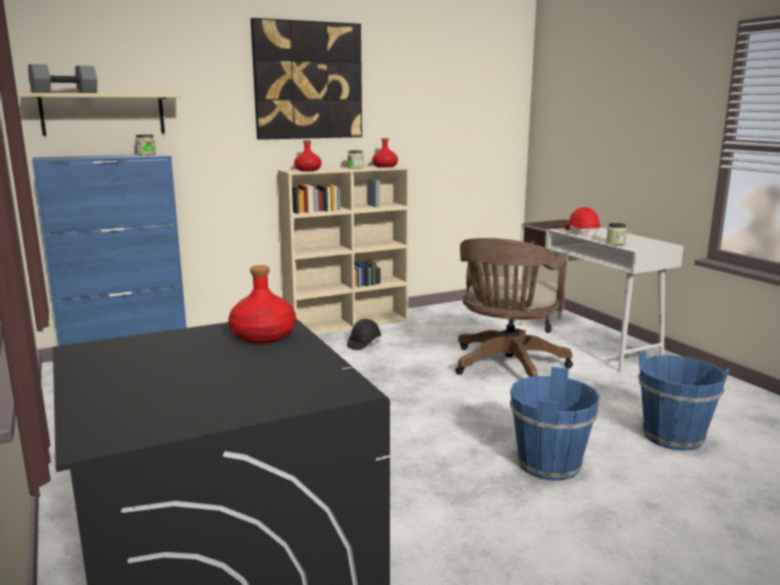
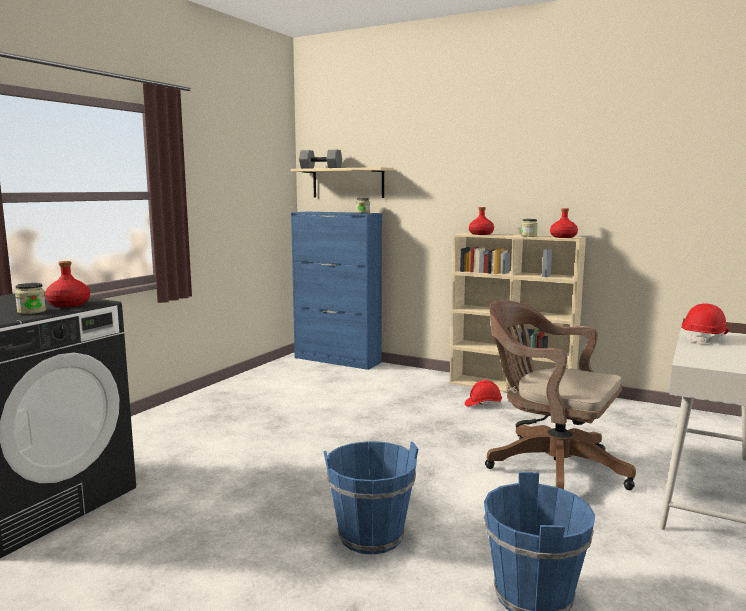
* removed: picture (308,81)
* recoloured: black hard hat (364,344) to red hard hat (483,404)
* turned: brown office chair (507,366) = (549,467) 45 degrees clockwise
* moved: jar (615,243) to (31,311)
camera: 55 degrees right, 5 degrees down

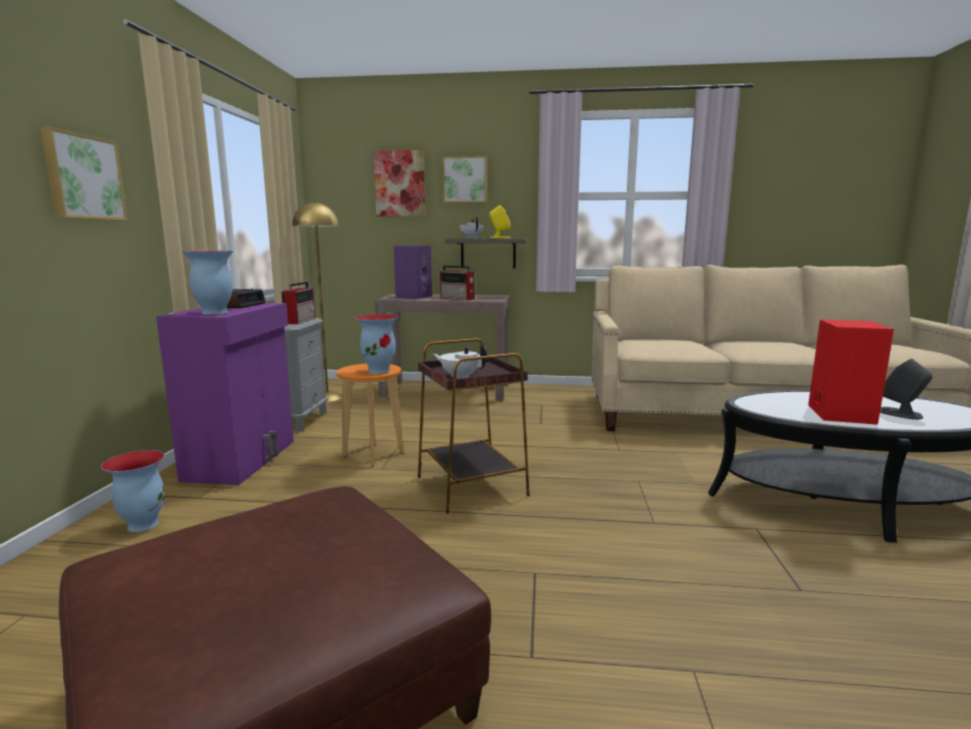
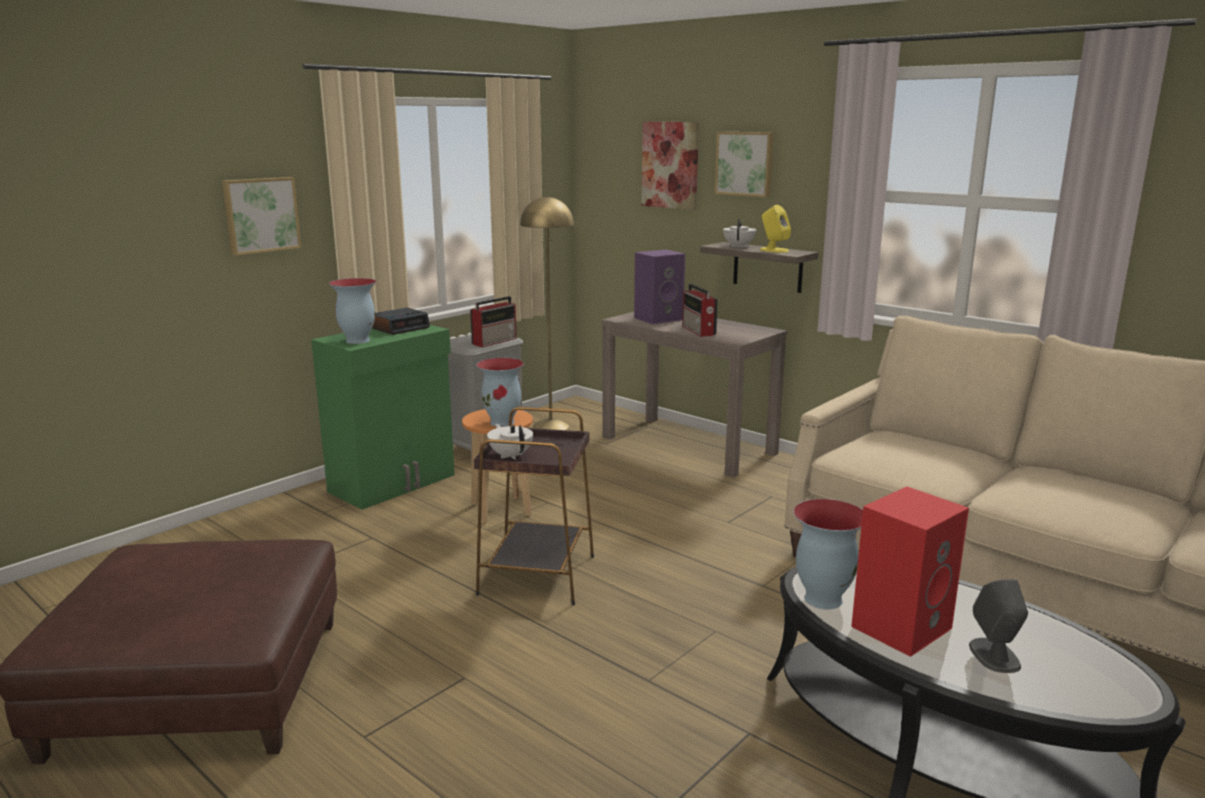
* moved: vase (142,524) to (822,598)
* recoloured: purple cabinet (243,459) to green cabinet (394,483)
camera: 35 degrees right, 5 degrees up

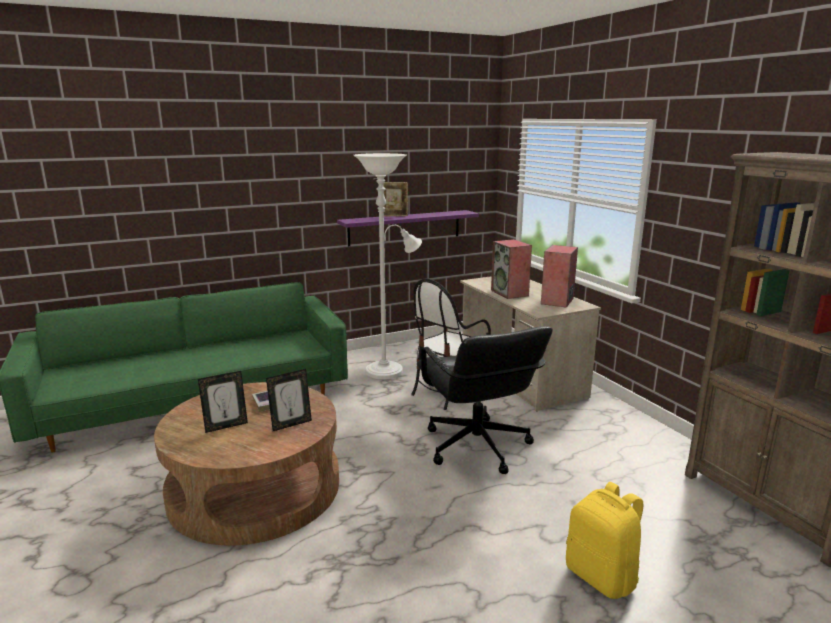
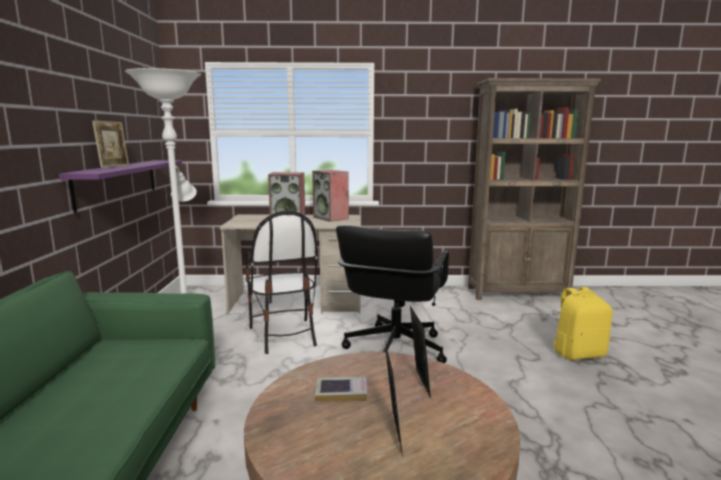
* turned: black office chair (476,447) = (394,349) 105 degrees clockwise
camera: 65 degrees left, 5 degrees down

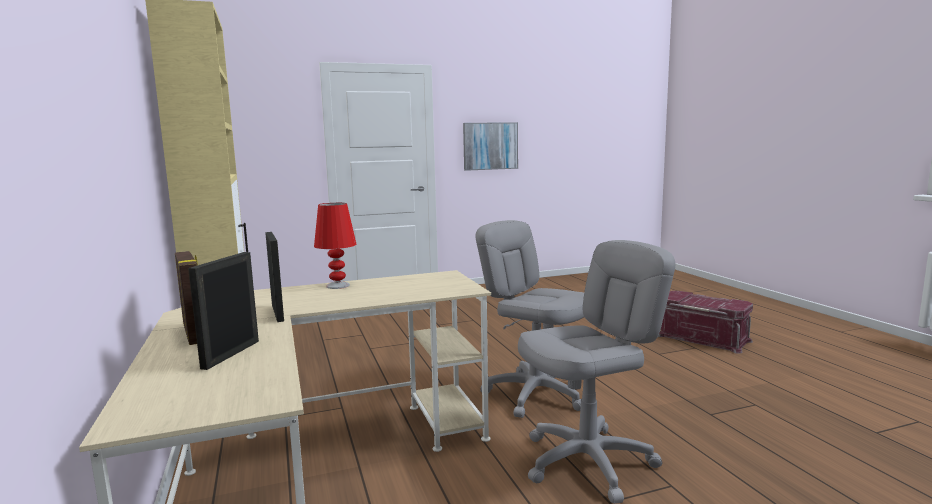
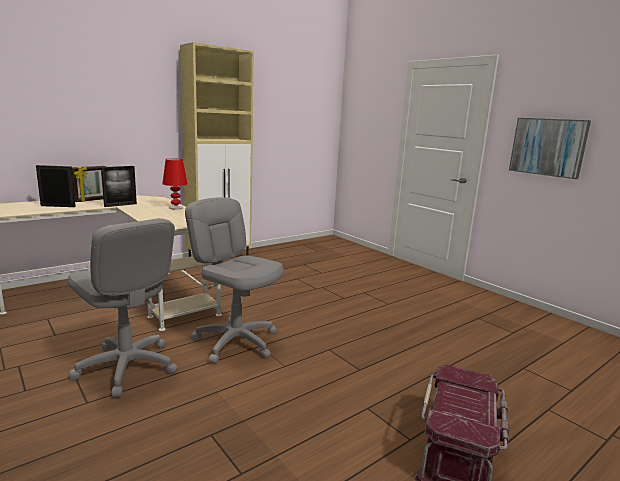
* turned: grey office chair (535,394) = (236,342) 75 degrees counterclockwise
camera: 70 degrees right, 5 degrees up

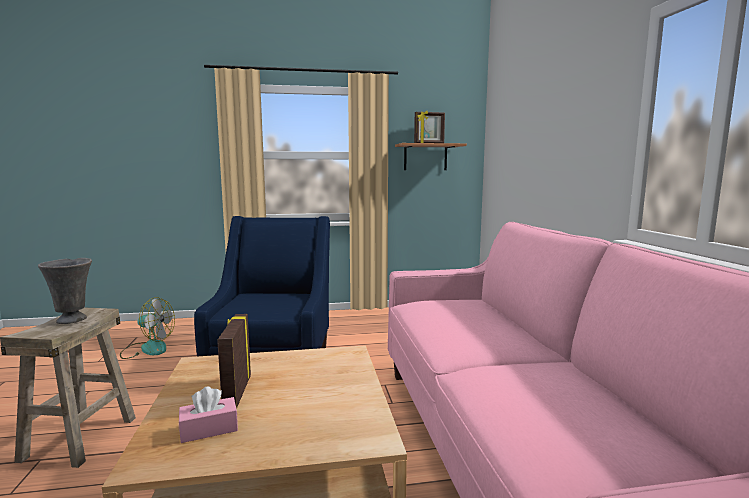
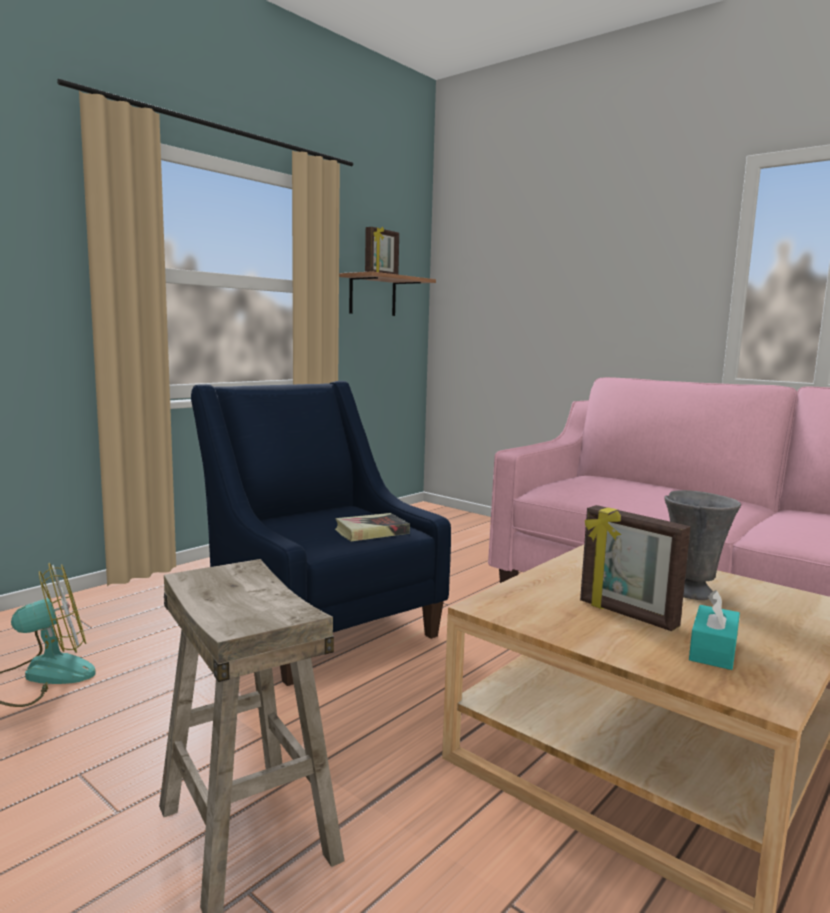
* moved: grey vase (73,320) to (691,592)
* recoloured: pink tissue box (209,429) to turquoise tissue box (713,650)
* added: book (371,532)
camera: 40 degrees left, 0 degrees up

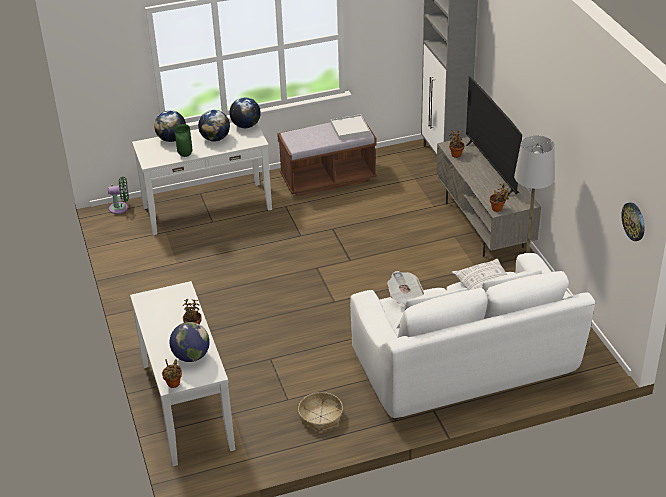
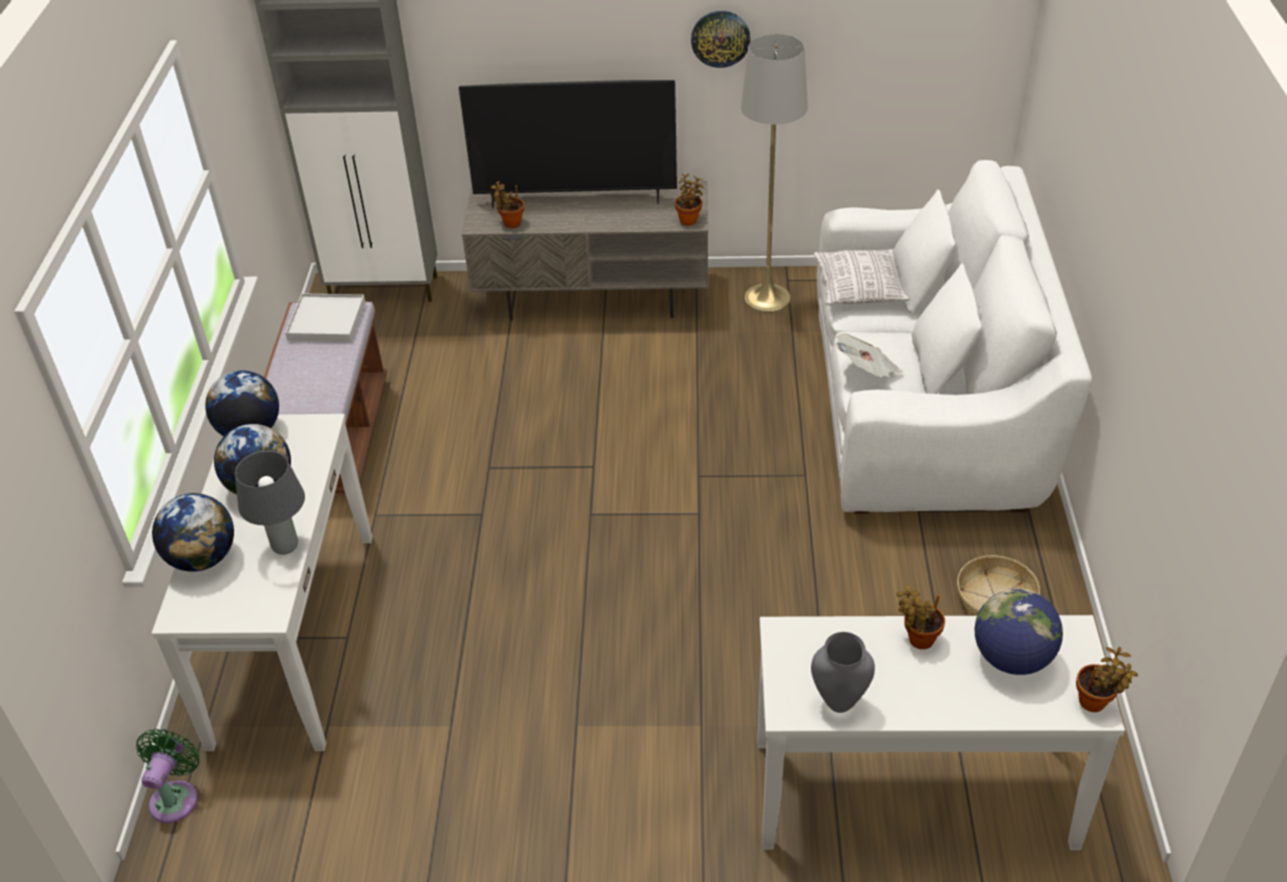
* replaced: green vase (184,155) to grey table lamp (284,547)
* moved: wall clock (634,221) to (720,38)
* added: grey vase (839,701)
camera: 70 degrees left, 5 degrees up

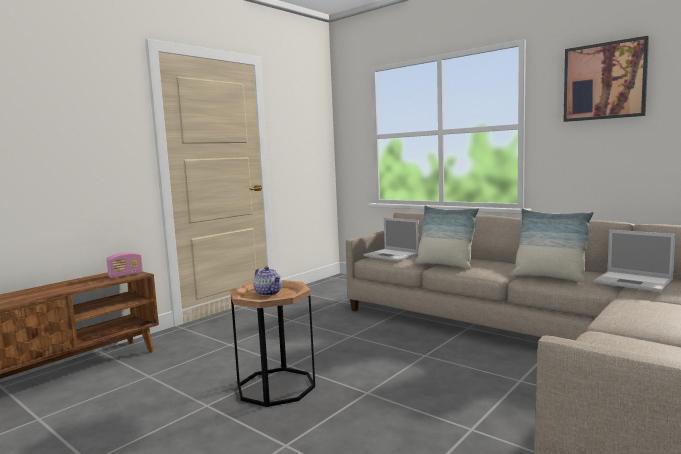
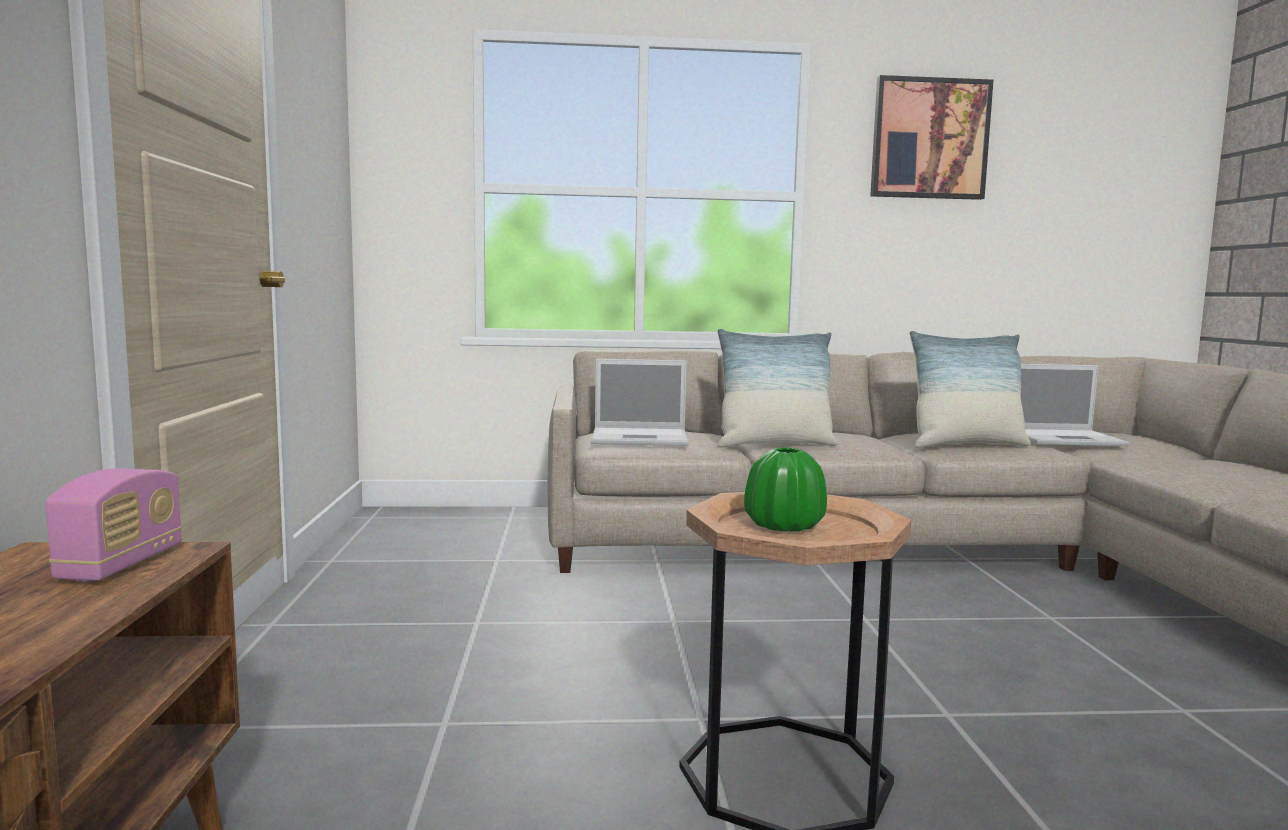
* replaced: teapot (269,293) to green vase (784,526)
camera: 45 degrees left, 0 degrees up

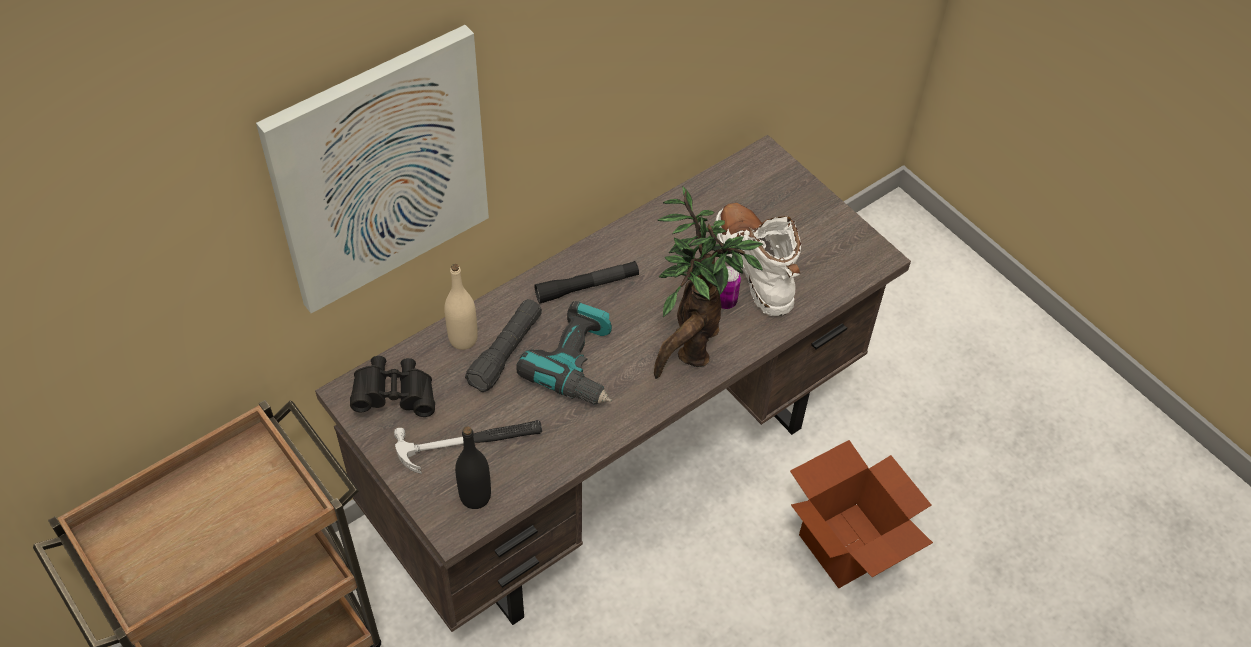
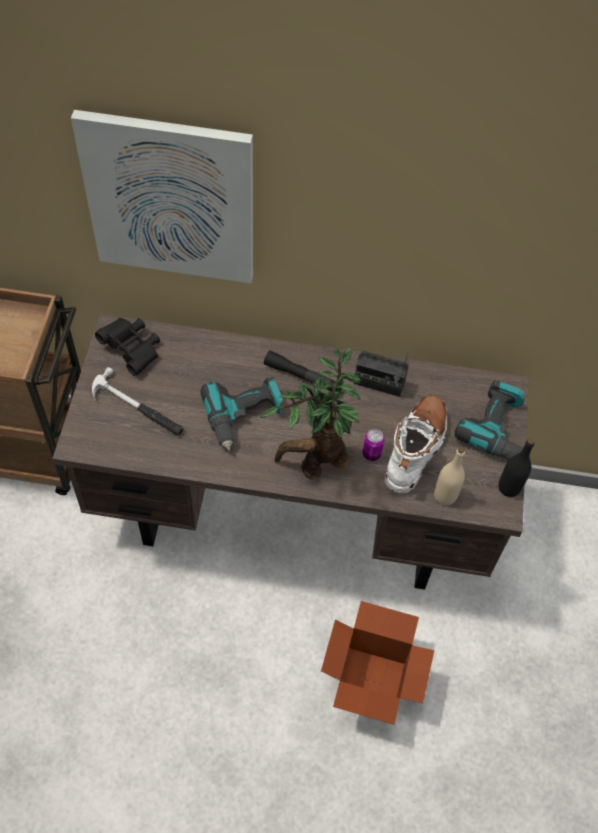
* moved: beige bottle (463,339) to (445,496)
* moved: black bottle (475,496) to (509,487)
* removed: black flashlight (506,352)
* added: radio (379,383)
* added: power drill (498,429)
camera: 45 degrees right, 5 degrees up

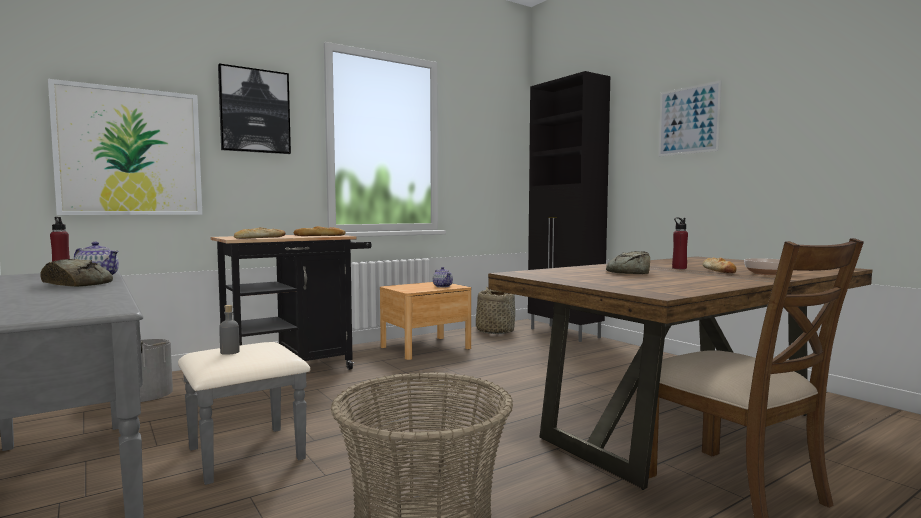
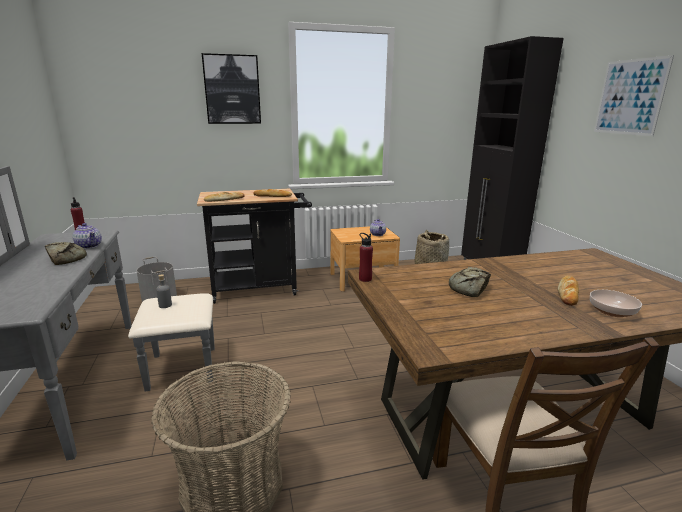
* removed: picture (130,152)
* moved: red bottle (679,268) to (365,279)
camera: 20 degrees right, 15 degrees up

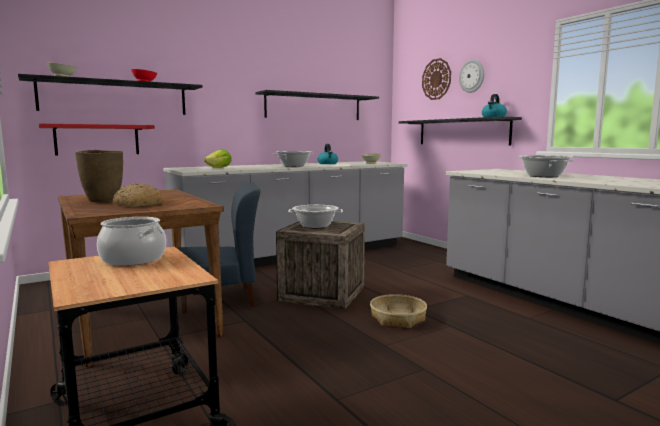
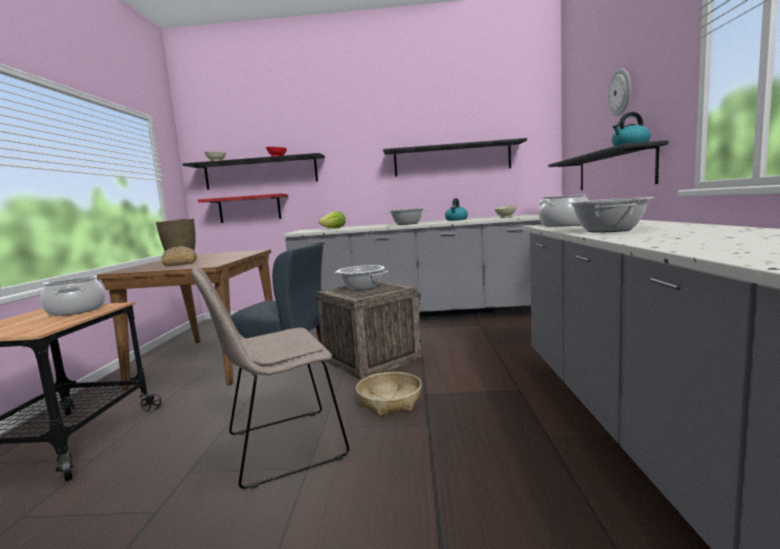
* removed: wall clock (436,79)
* added: beige chair (280,447)
* added: cooking pot (564,225)
camera: 35 degrees right, 0 degrees up

